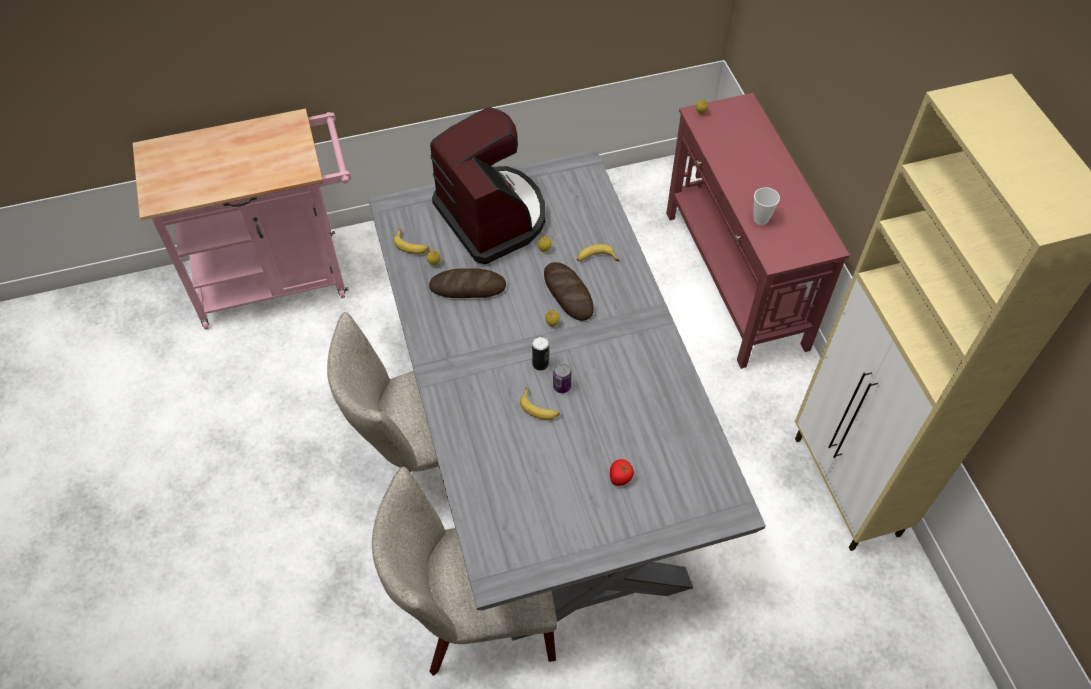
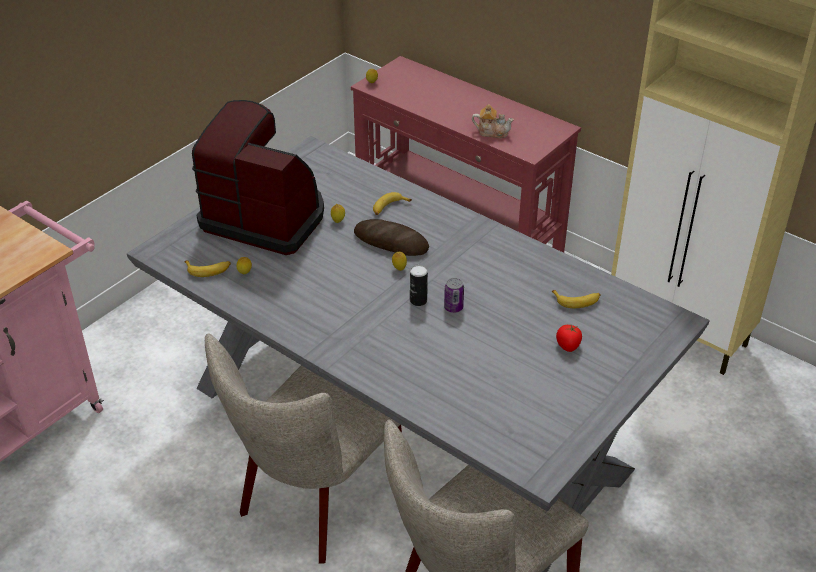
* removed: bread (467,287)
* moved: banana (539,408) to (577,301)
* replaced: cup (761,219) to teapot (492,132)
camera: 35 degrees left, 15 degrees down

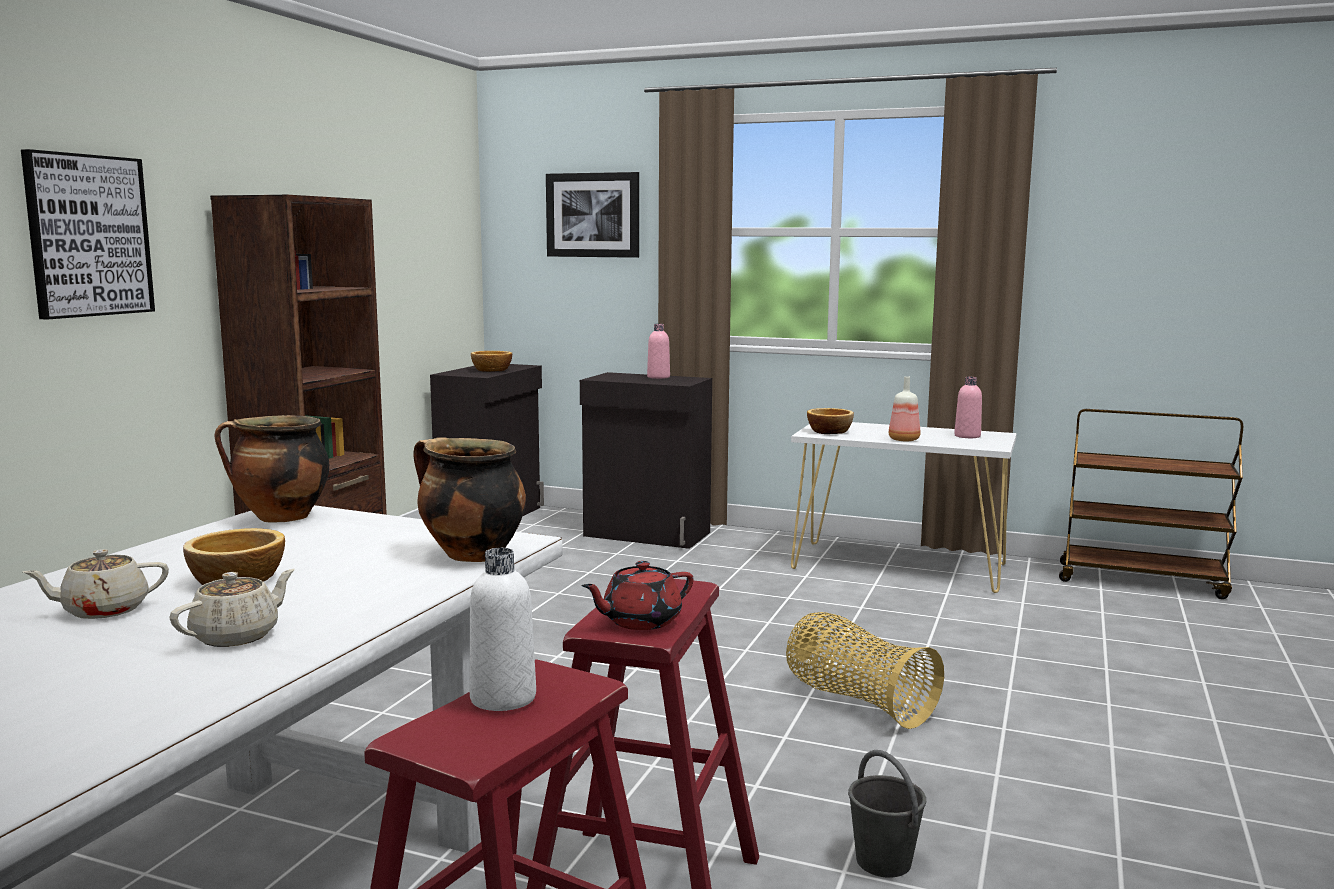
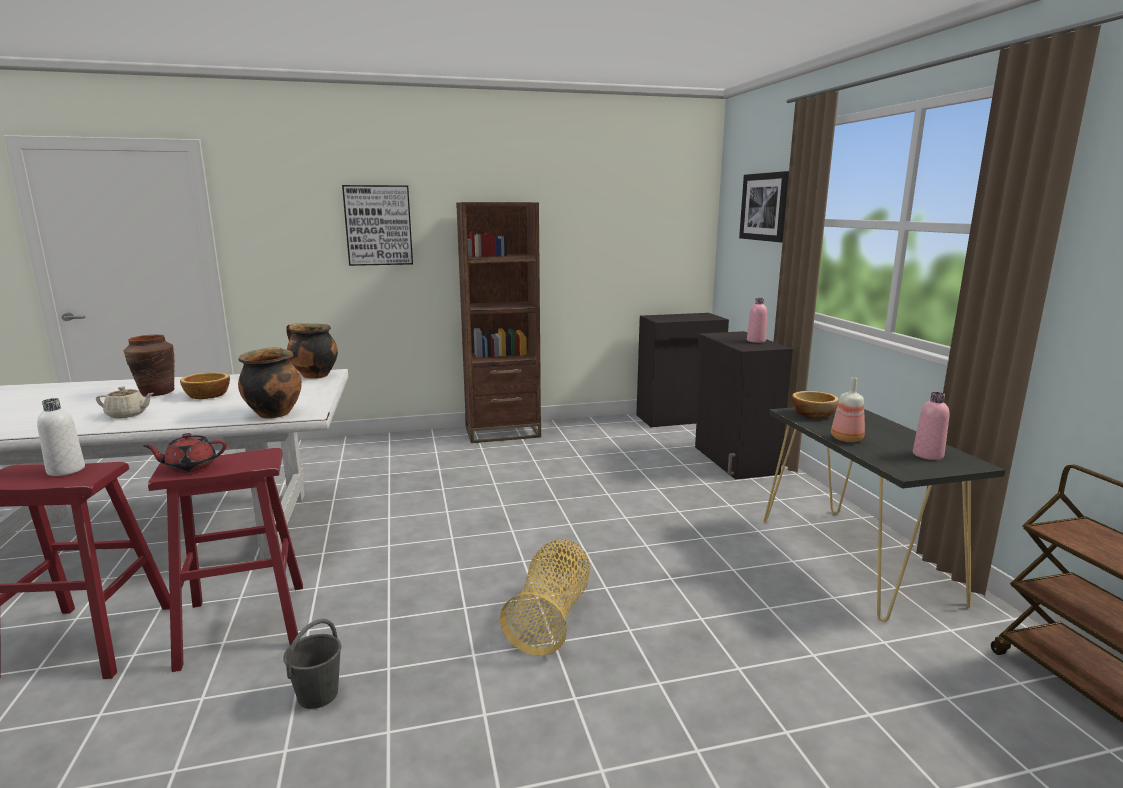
* replaced: beige teapot (103,610) to brown vase (157,393)
* removed: bowl (491,370)
* turned: red teapot (640,621) = (190,467) 45 degrees counterclockwise
* recoloured: white console table (899,566) to black console table (855,559)
camera: 55 degrees right, 5 degrees up

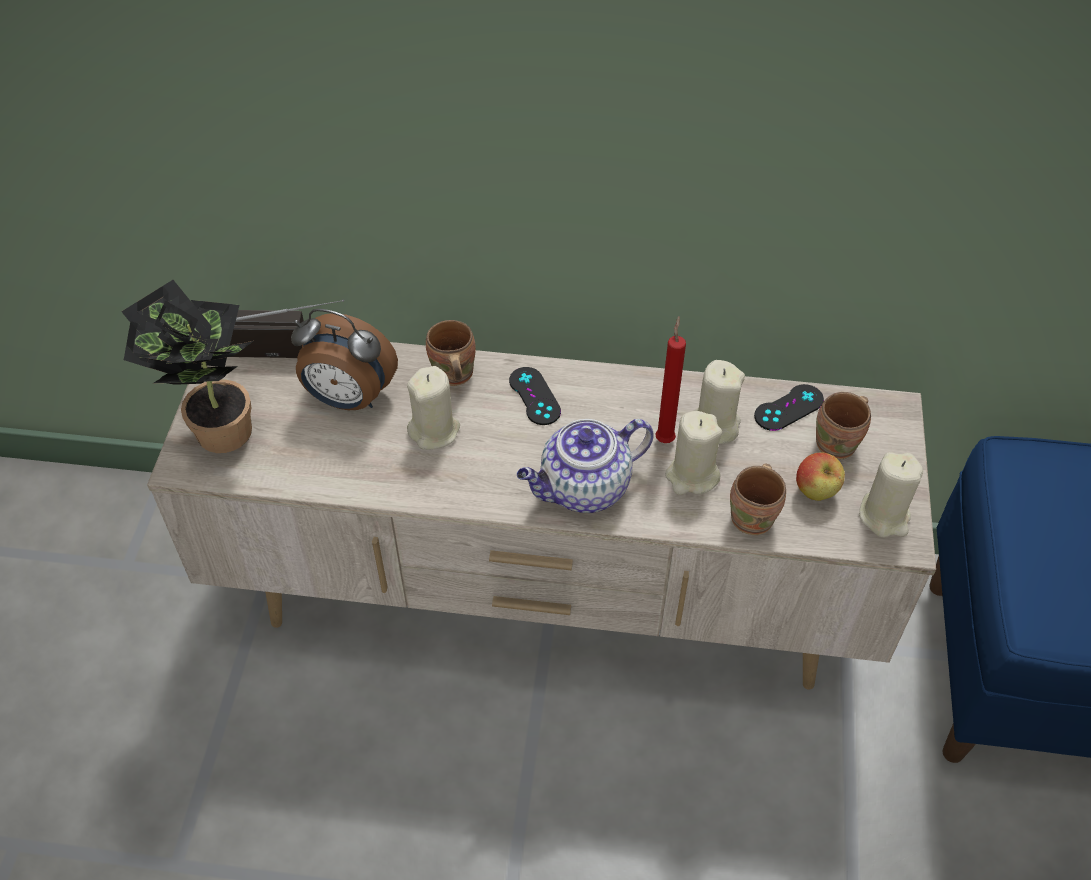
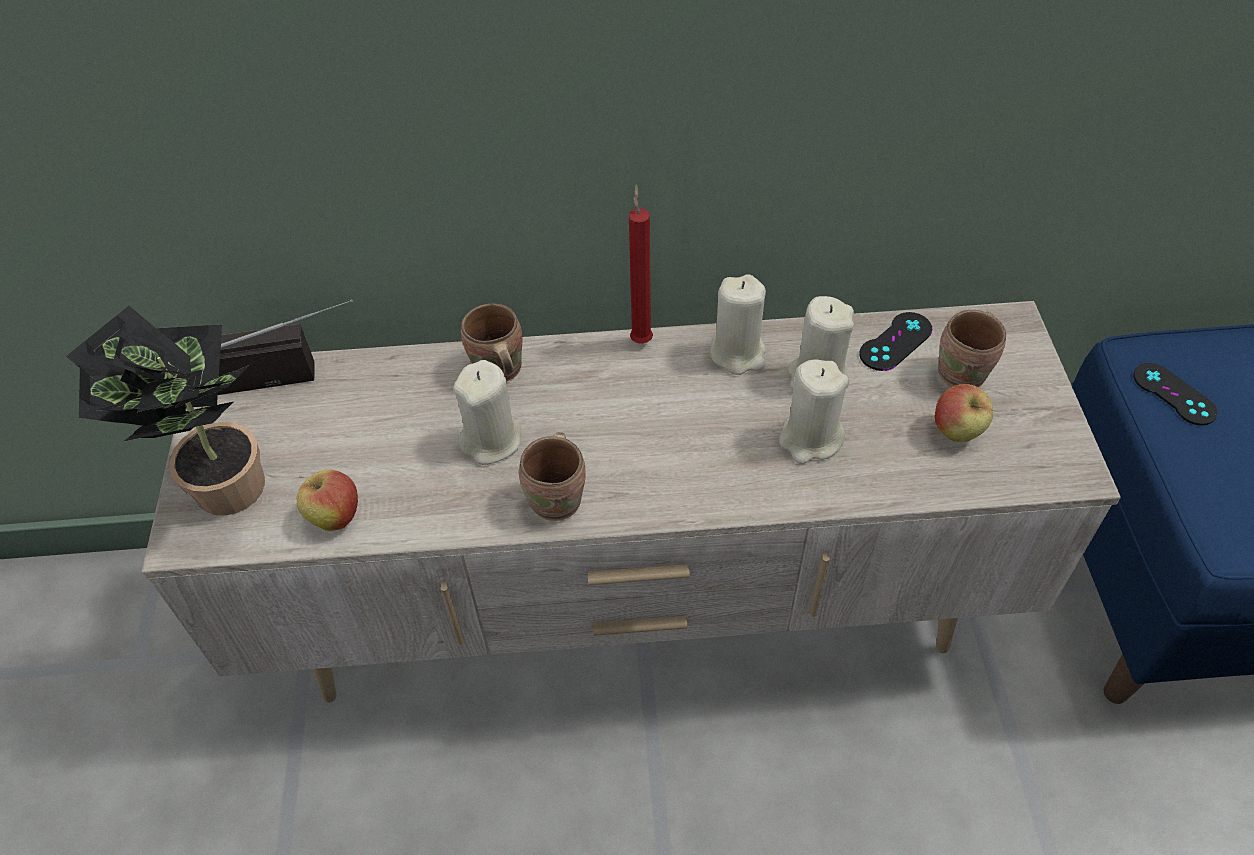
* removed: alarm clock (348,399)
* moved: black game controller (534,396) to (1174,394)
* removed: teapot (583,489)
* moved: red candle (665,438) to (641,339)
* moved: brown mug (755,518) to (559,499)
* moved: beige candle (884,516) to (738,353)
* added: apple (335,517)
camera: 10 degrees left, 0 degrees up

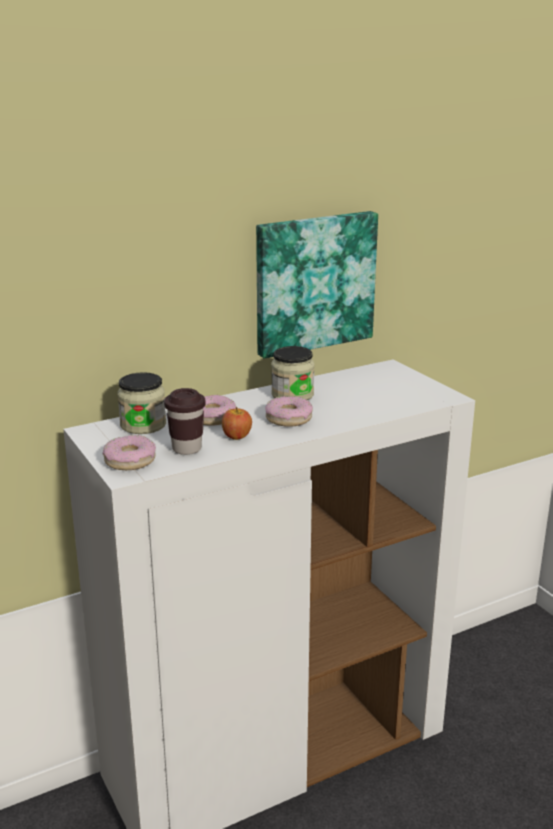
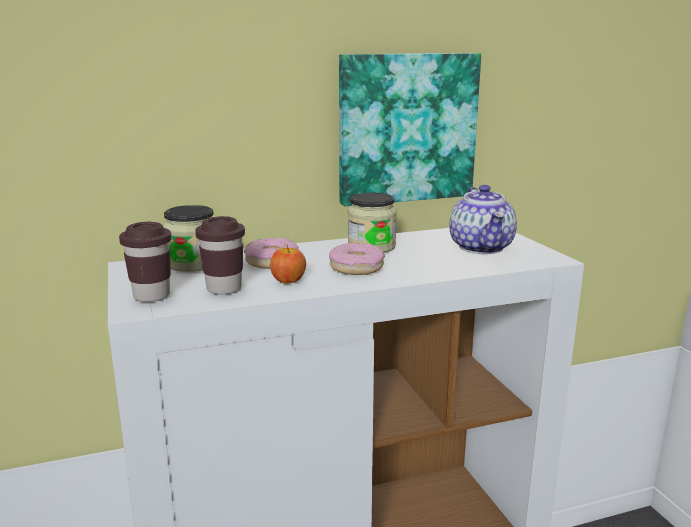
* replaced: donut (129,460) to brown cup (152,296)
* added: teapot (482,247)
camera: 10 degrees right, 5 degrees down

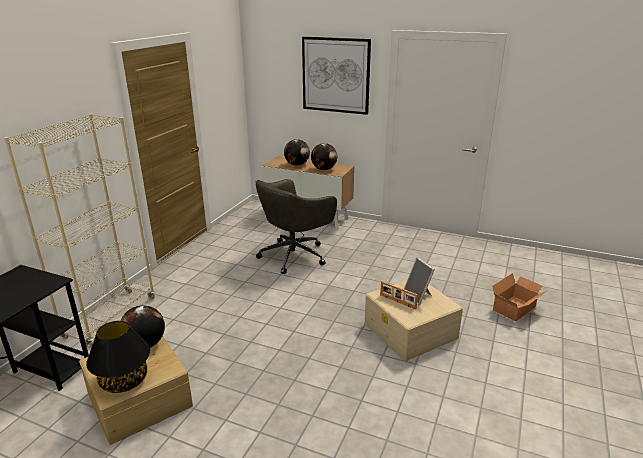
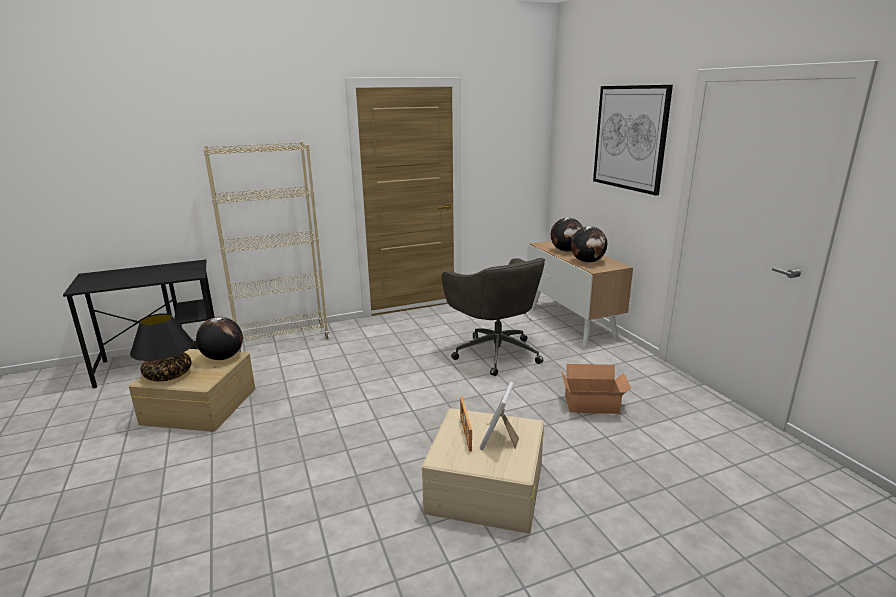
* turned: grey office chair (295,255) = (495,353) 120 degrees counterclockwise
* moved: cardboard box (516,308) to (593,405)
camera: 45 degrees right, 5 degrees down

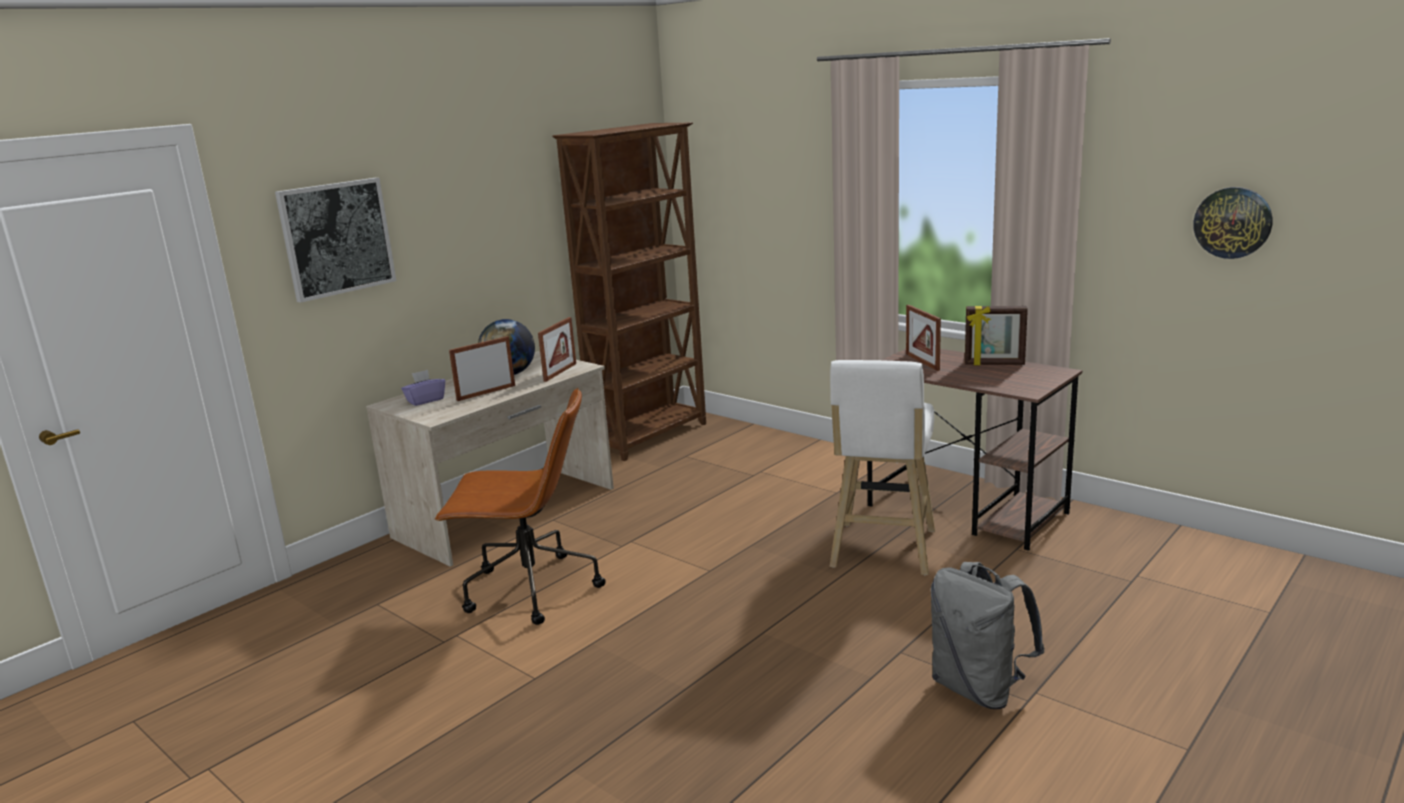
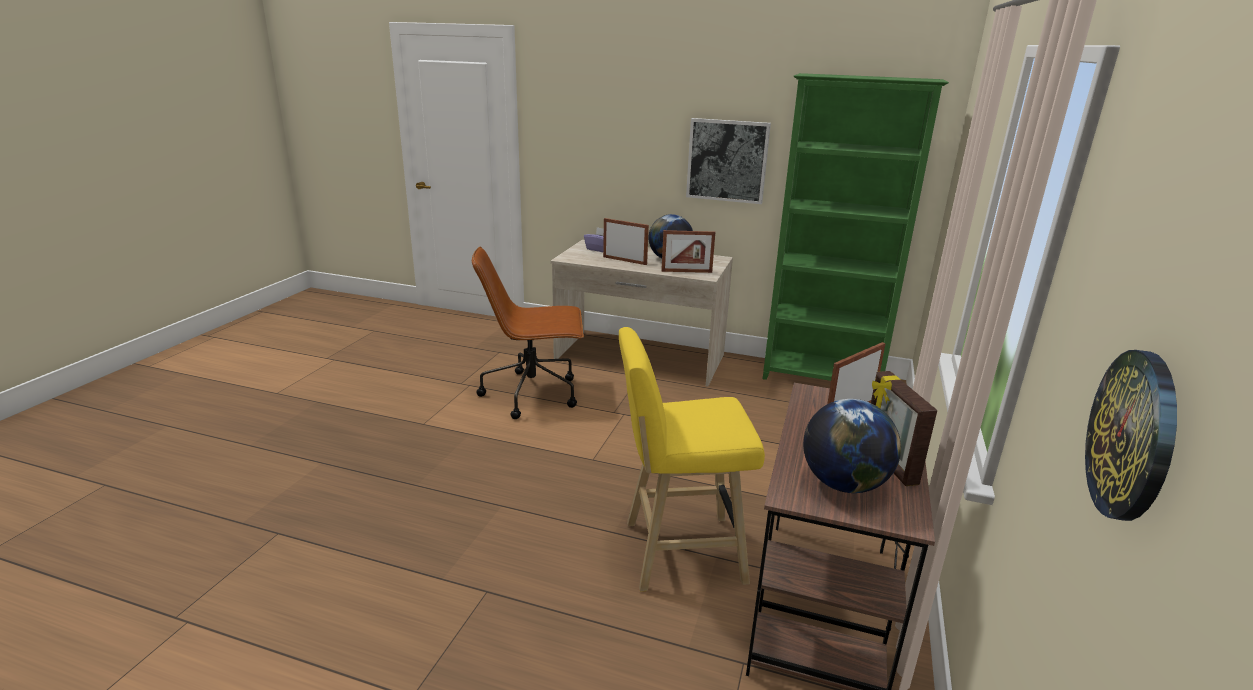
* moved: picture (336,238) to (727,160)
* turned: brown office chair (529,590) = (533,394) 105 degrees clockwise
* recoloured: brown bookcase (651,437) to green bookcase (822,379)
* recoloured: white stool (882,551) to yellow stool (677,552)
* removed: grey backpack (979,689)
* added: globe (844,484)
camera: 65 degrees right, 5 degrees up

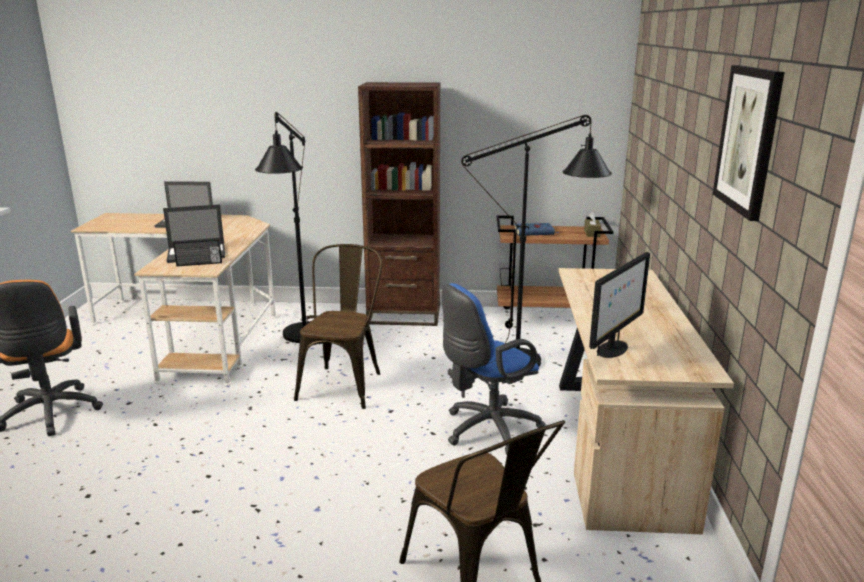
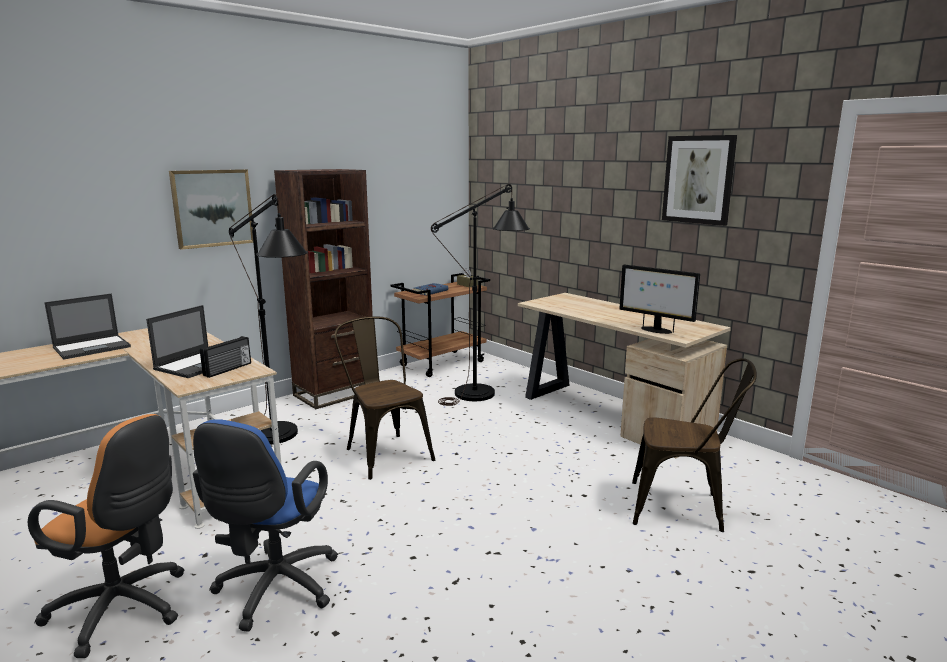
* moved: blue office chair (487,430) to (274,591)
* turned: monitor (612,349) = (655,330) 135 degrees clockwise
* added: picture (212,208)
camera: 45 degrees left, 5 degrees down

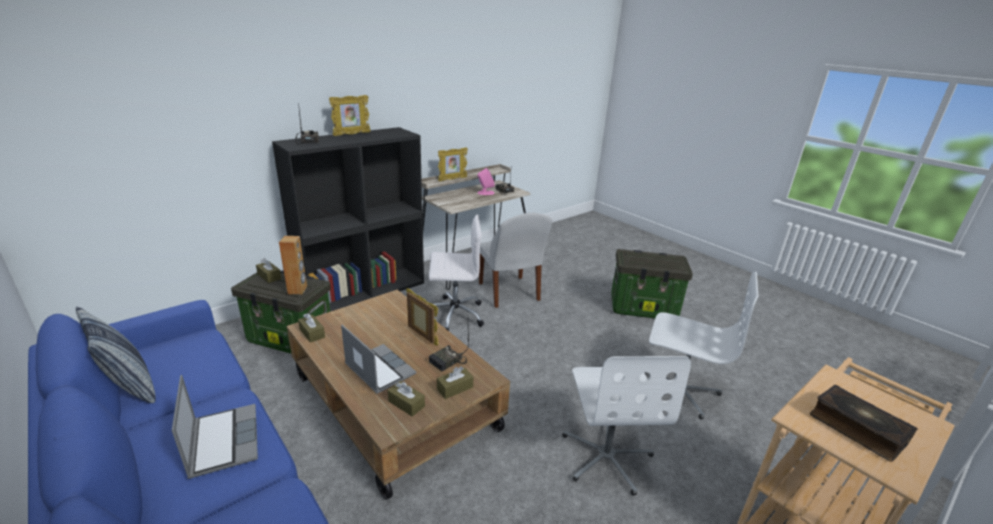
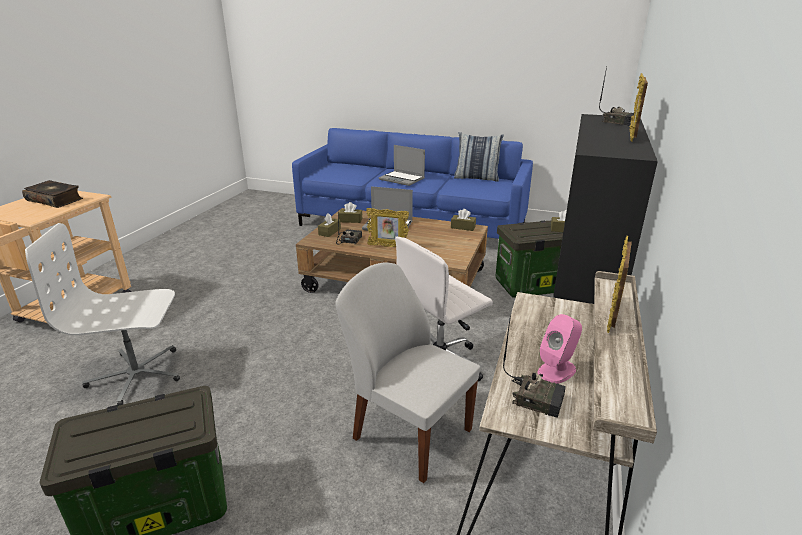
* removed: brown speaker (297,290)
* removed: white office chair (606,456)
camera: 150 degrees right, 0 degrees up

